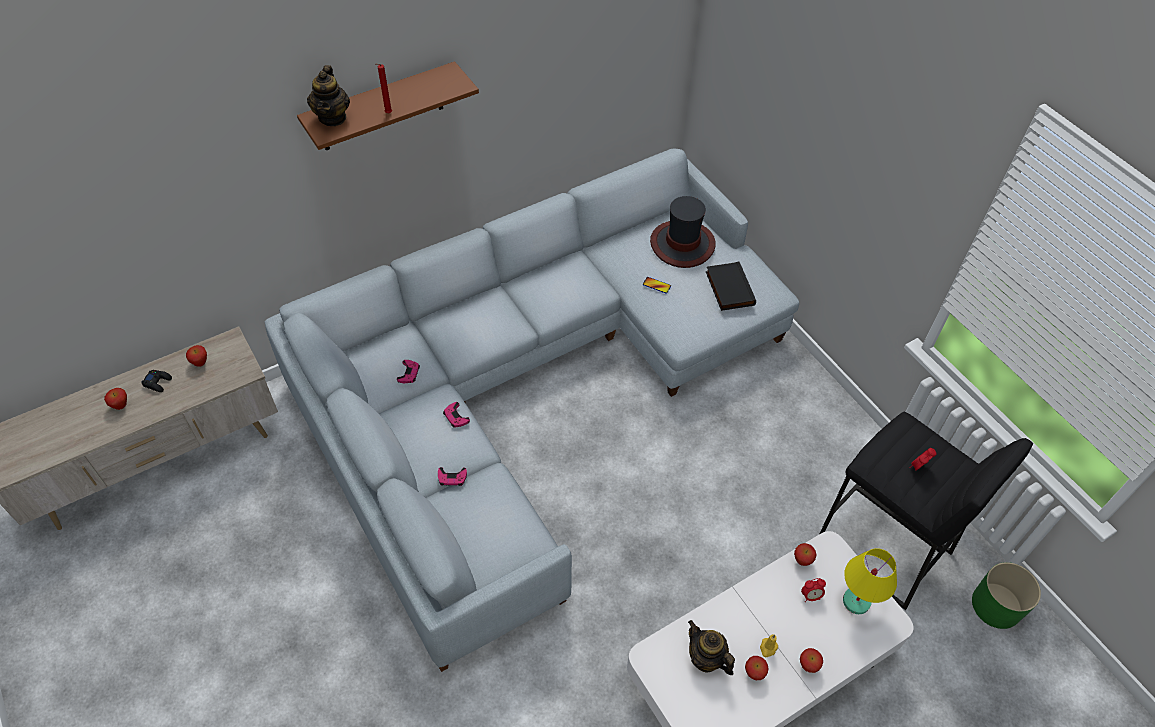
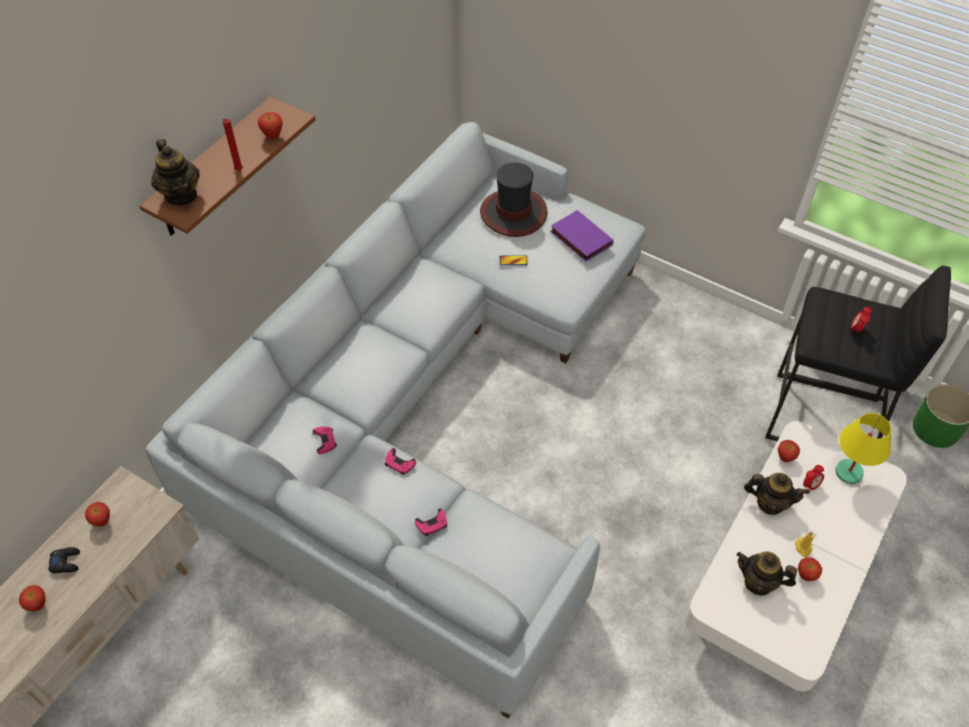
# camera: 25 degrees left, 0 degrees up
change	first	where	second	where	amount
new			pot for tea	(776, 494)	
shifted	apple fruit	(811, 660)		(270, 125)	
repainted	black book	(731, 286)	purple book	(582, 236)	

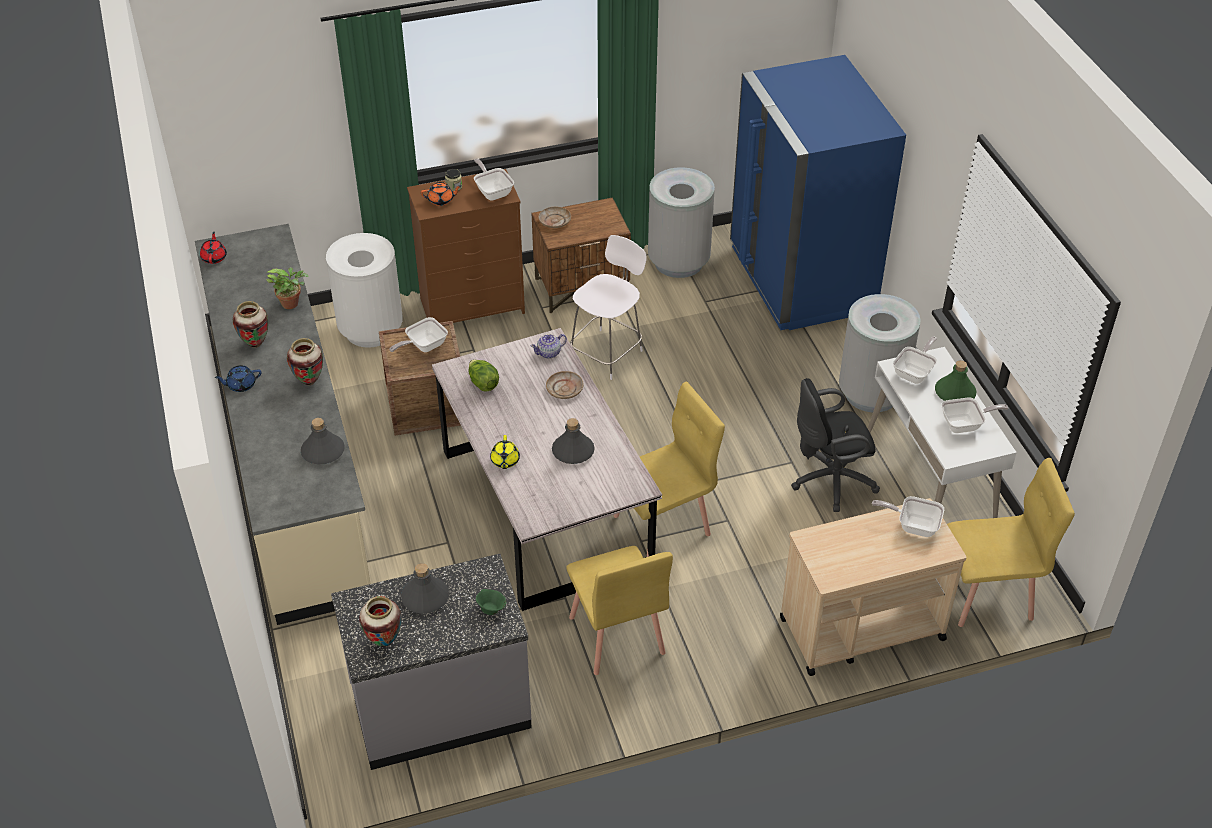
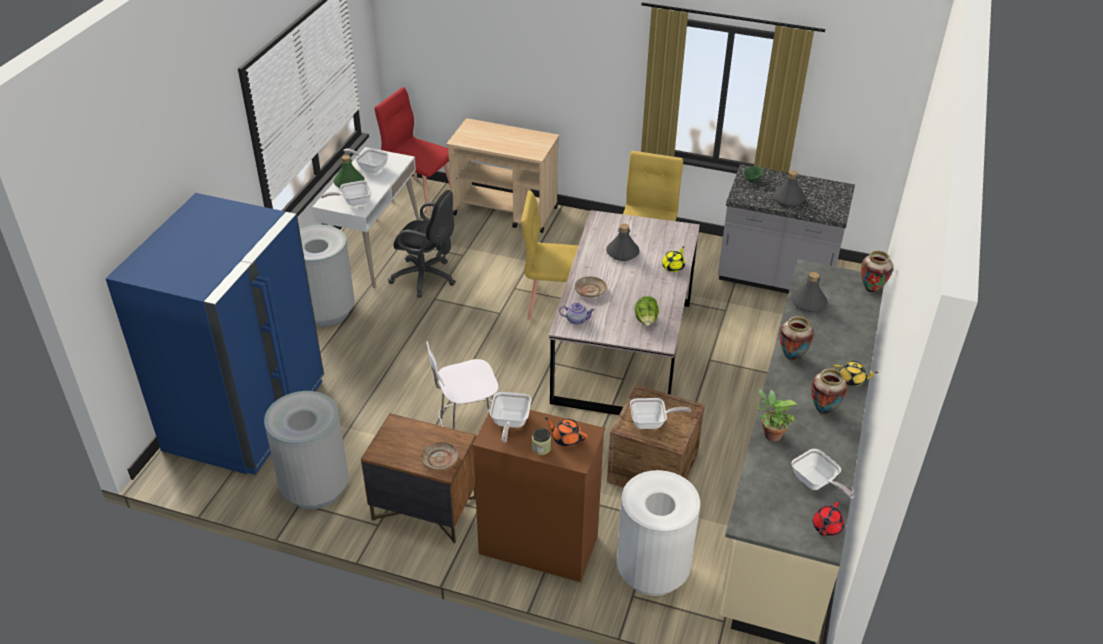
# camera: 145 degrees left, 5 degrees down
change	first	where	second	where	amount
shifted	flower vase	(380, 621)		(877, 272)	
shifted	skillet	(908, 516)		(822, 474)	
repainted	bluish pot for tea	(237, 378)	yellow pot for tea	(855, 373)	
repainted	yellow chair	(1011, 542)	reddish chair	(413, 150)	

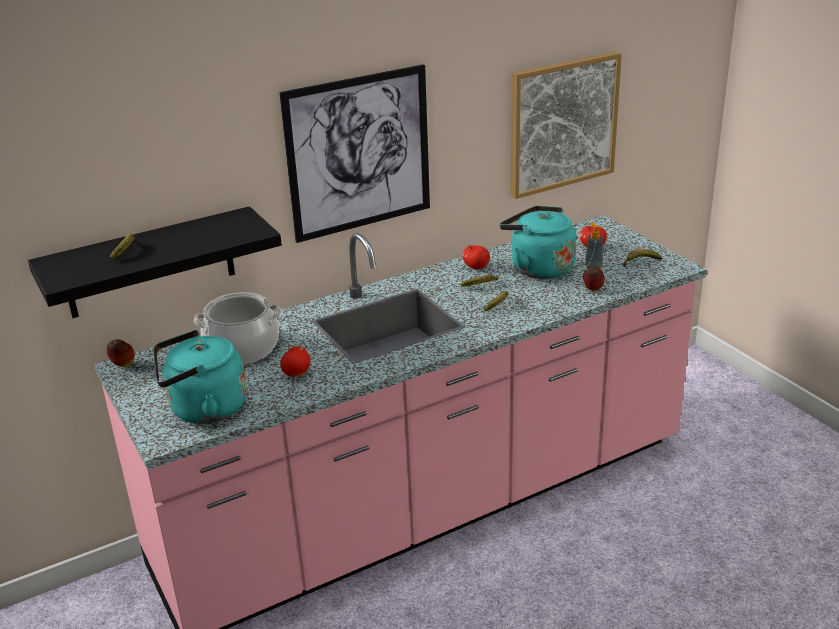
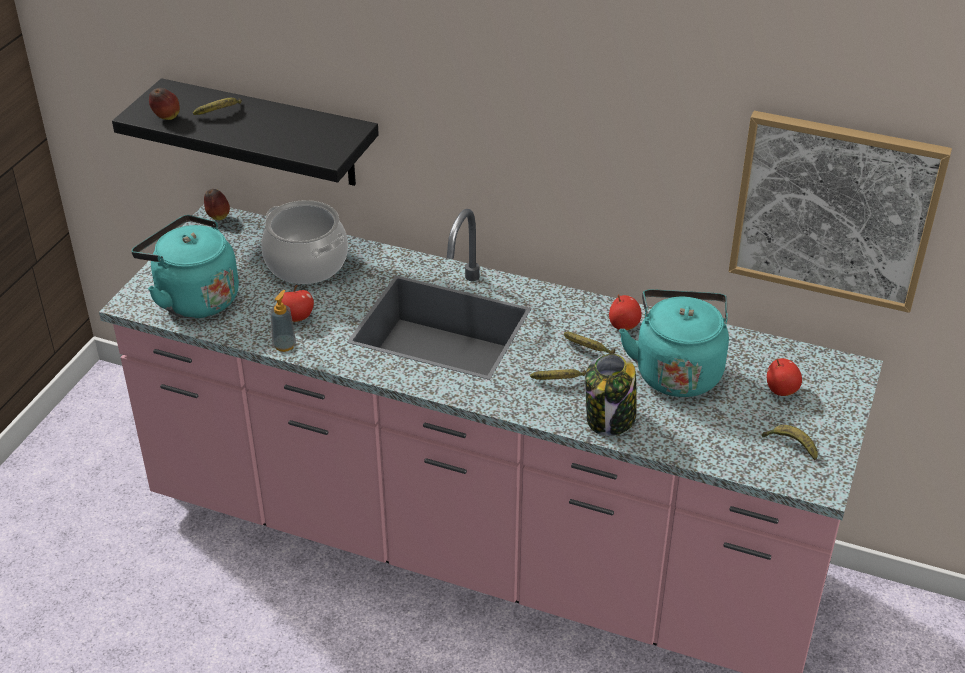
# camera: 50 degrees right, 10 degrees up
change	first	where	second	where	amount
gone	wall art	(354, 153)			
new			storage jar	(611, 395)	
shifted	apple fruit	(594, 278)		(164, 104)	
shifted	soap dispenser	(594, 245)		(283, 321)	

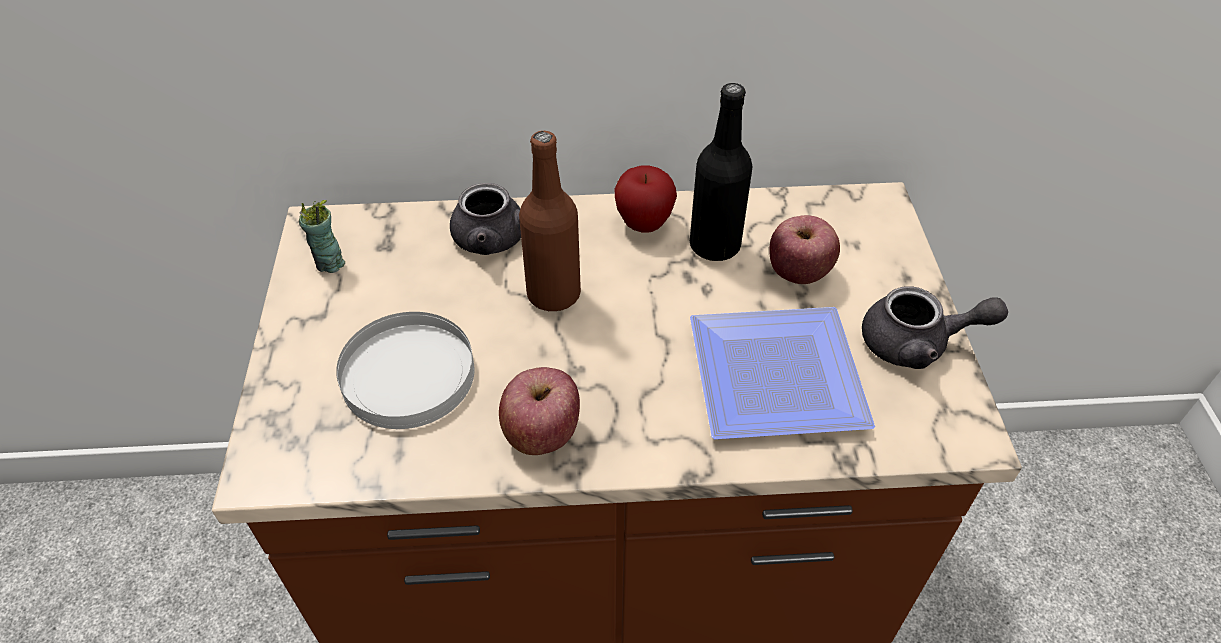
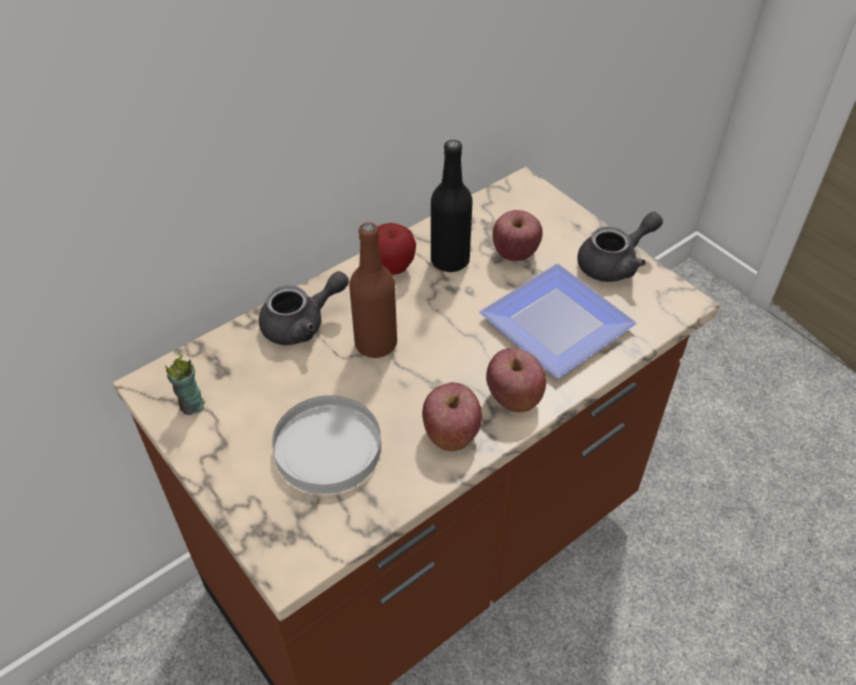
# camera: 35 degrees left, 0 degrees up
change	first	where	second	where	amount
new			apple fruit	(516, 380)	

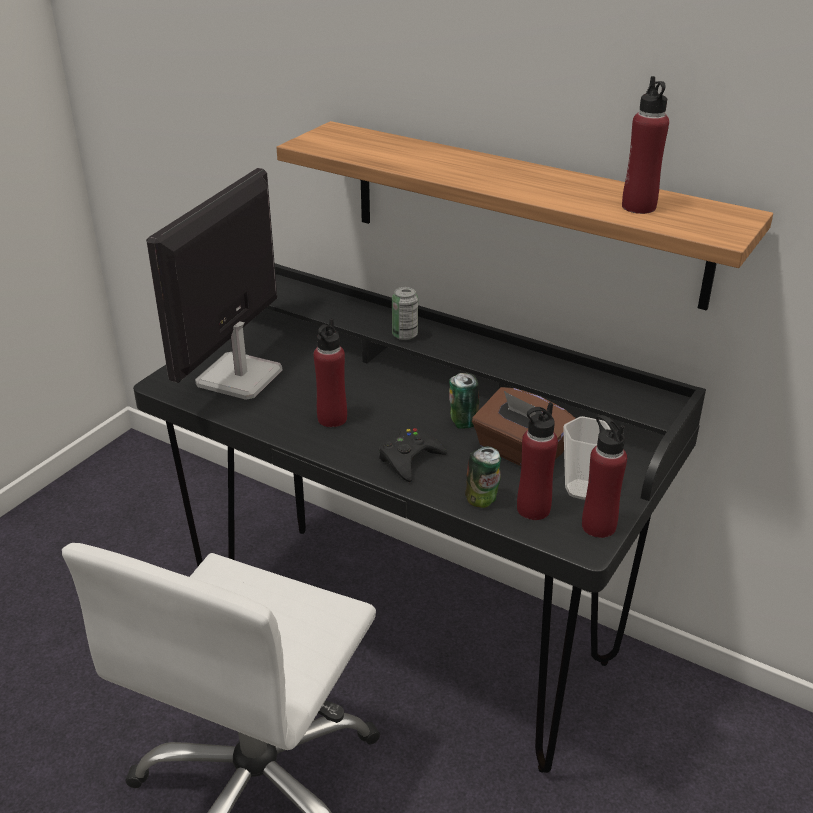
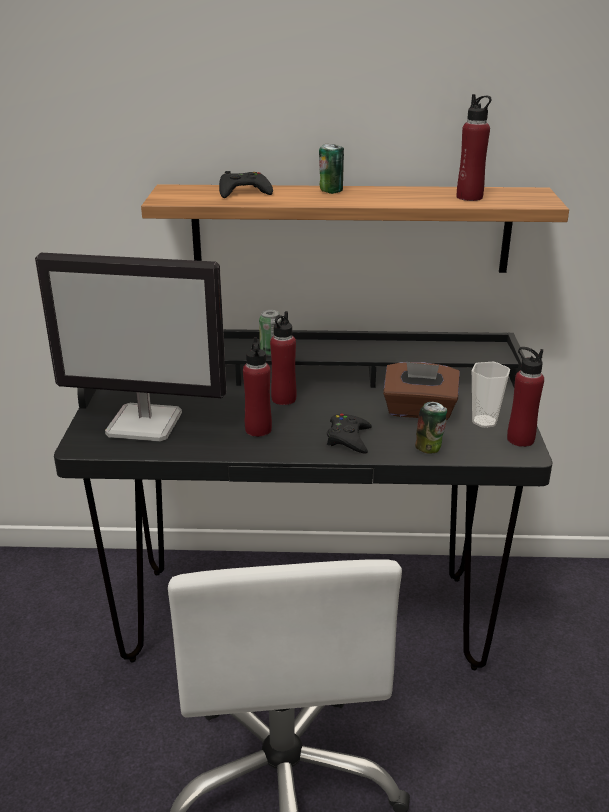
# camera: 30 degrees left, 5 degrees down
change	first	where	second	where	amount
new			black gamepad	(246, 184)	
shifted	sealed can	(464, 401)		(331, 169)	
shifted	reddish drink bottle	(537, 461)		(283, 358)	
rotated	monitor	(214, 284)		(130, 347)	75 degrees counterclockwise

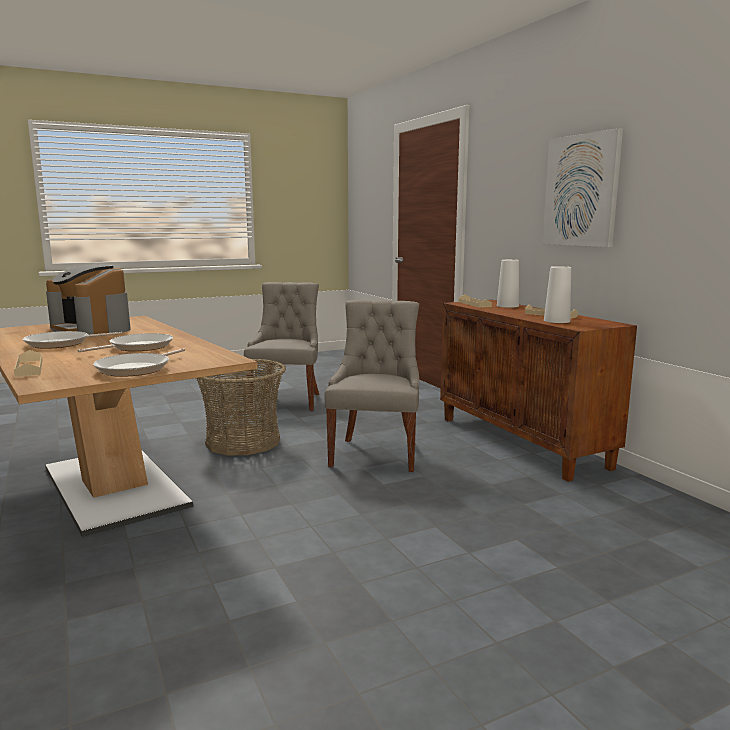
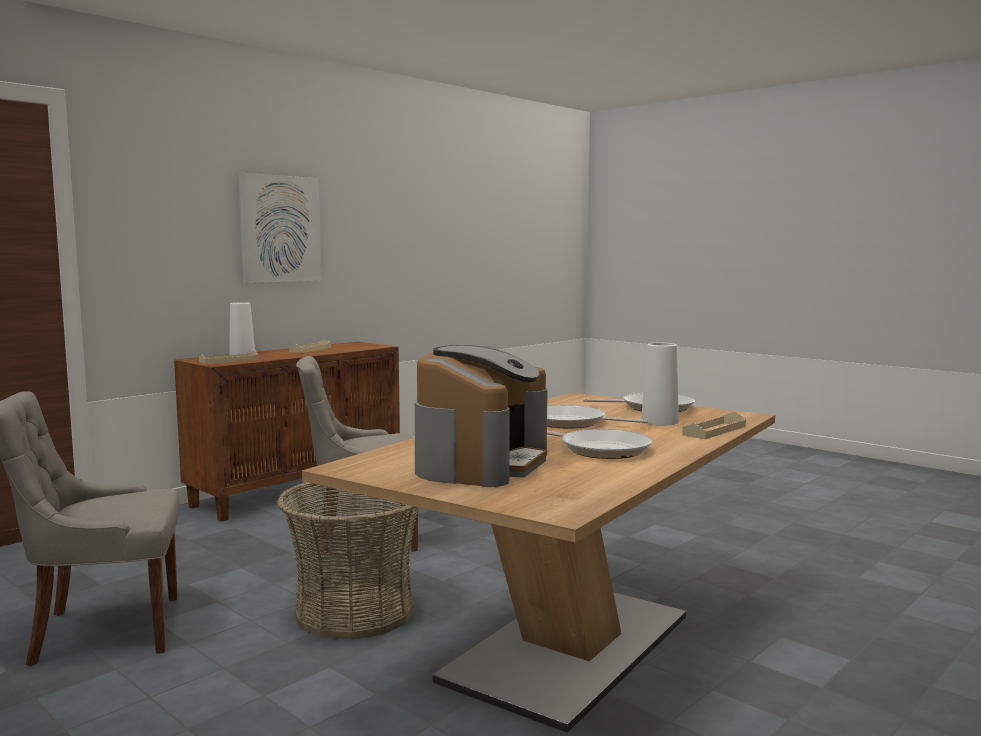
# camera: 110 degrees left, 5 degrees down
change	first	where	second	where	amount
shifted	white-coloured flower vase	(557, 294)		(660, 384)	

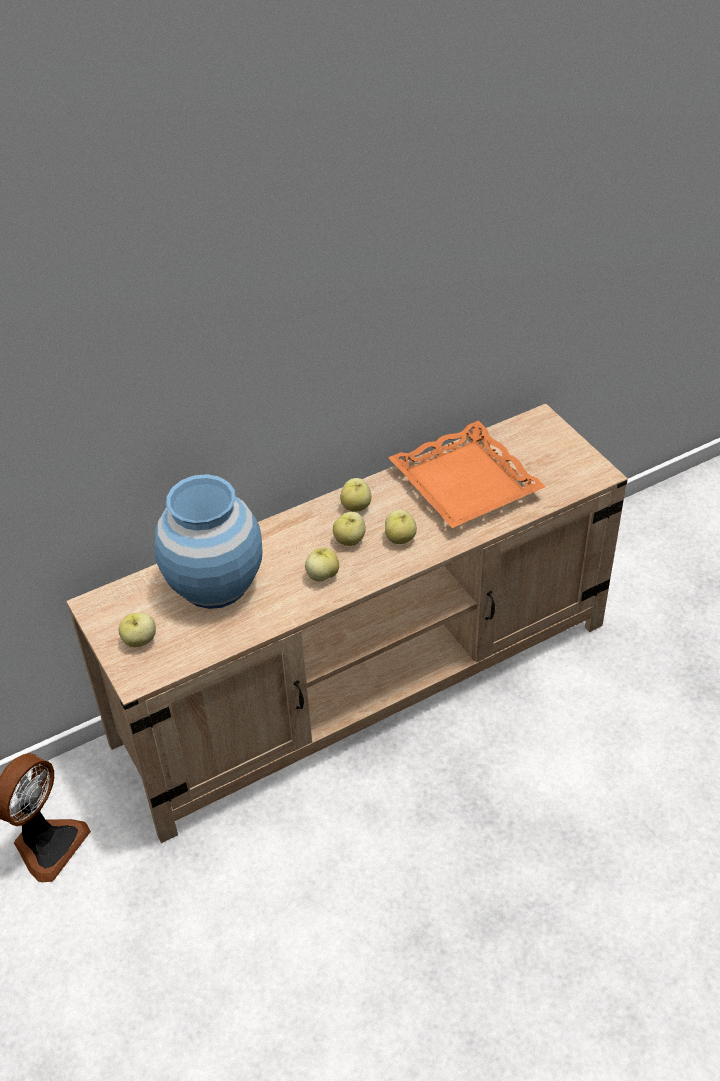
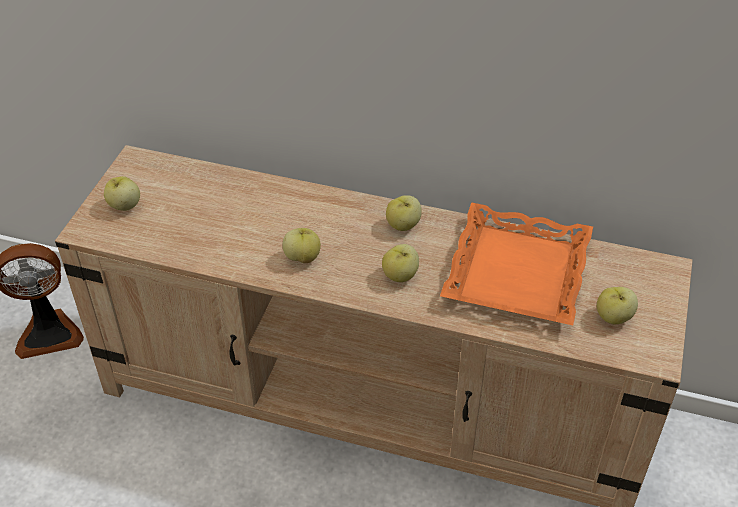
# camera: 45 degrees right, 0 degrees up
change	first	where	second	where	amount
gone	bluish flower vase	(208, 541)			
shifted	apple fruit	(349, 529)		(617, 305)	

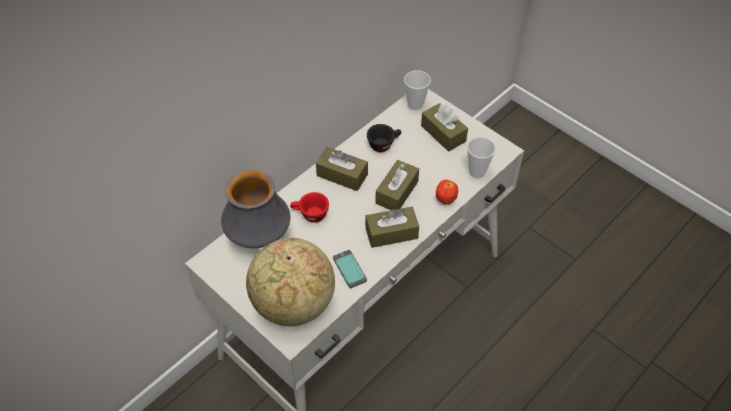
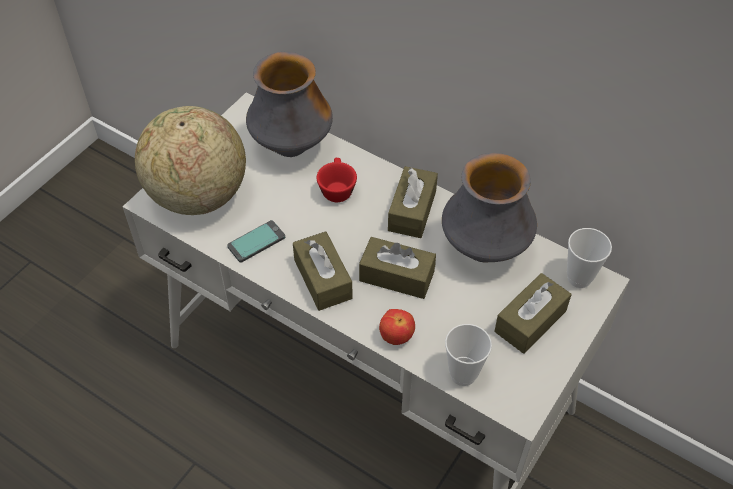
# camera: 80 degrees right, 0 degrees up
change	first	where	second	where	amount
swapped	black small cup	(384, 138)	flower vase	(489, 208)	

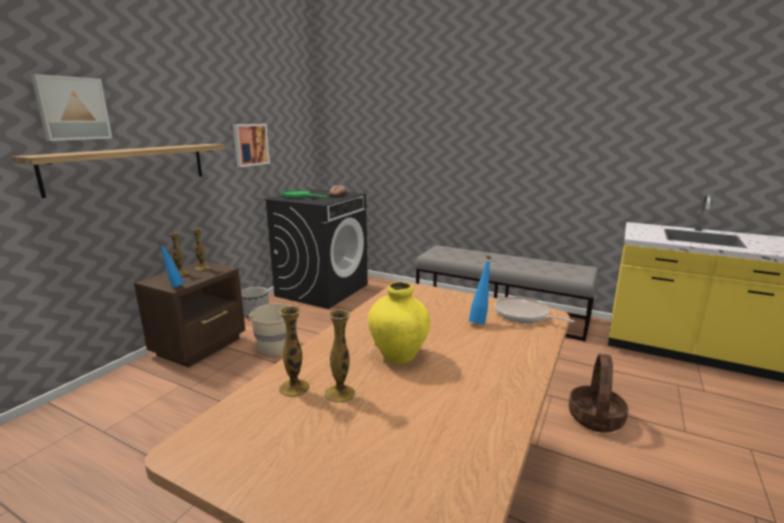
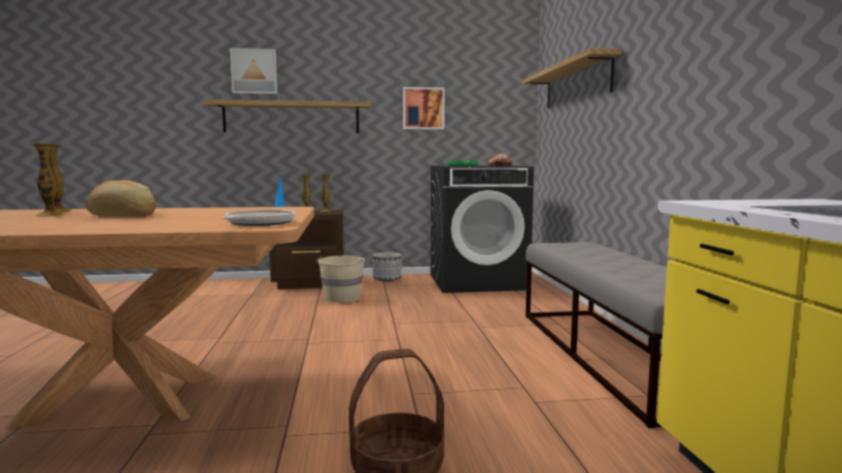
# camera: 55 degrees right, 10 degrees down
change	first	where	second	where	amount
gone	bluish drink bottle	(480, 290)			
new			shelf	(572, 78)	
swapped	yellow flower vase	(399, 323)	bakery bread	(121, 198)	

